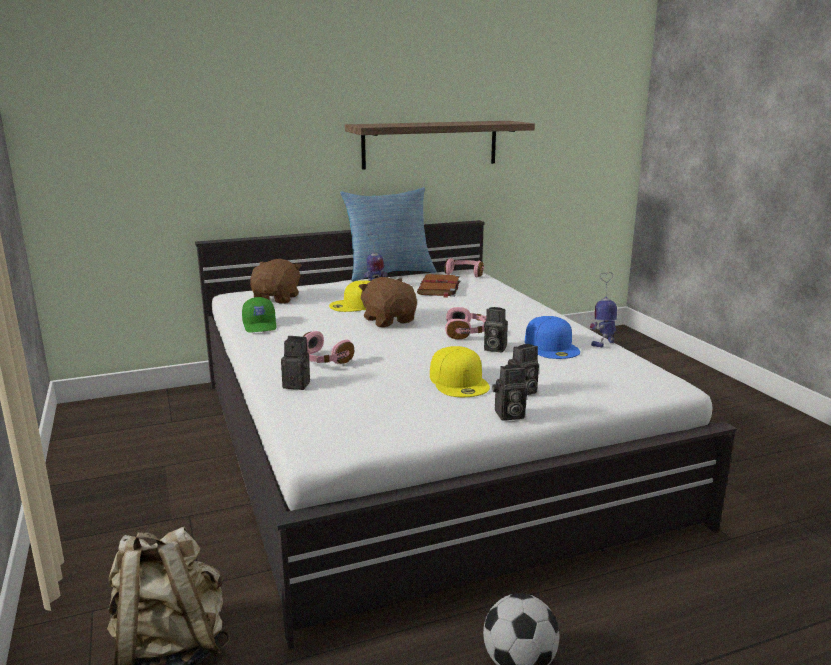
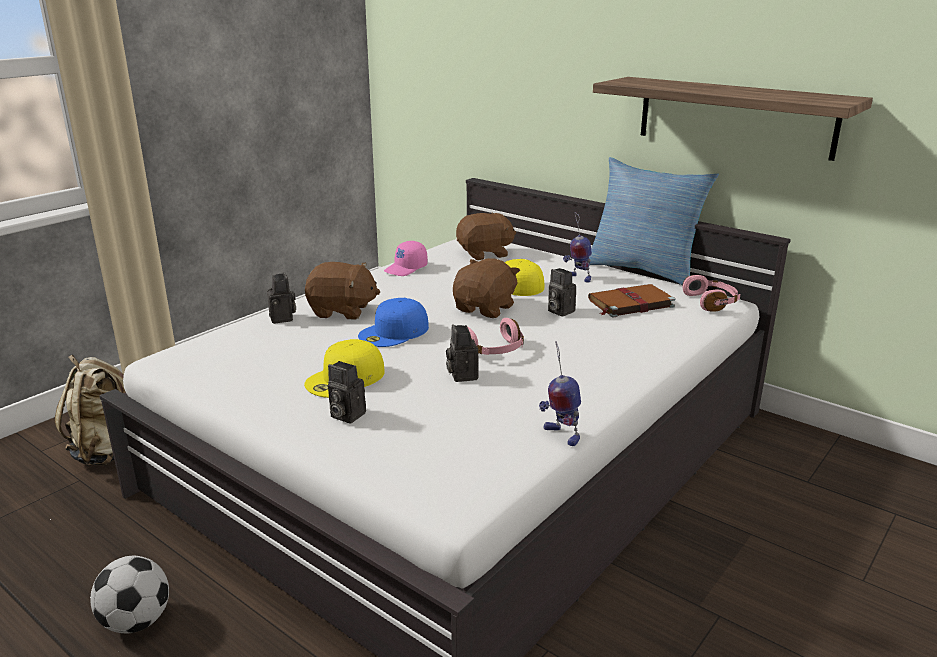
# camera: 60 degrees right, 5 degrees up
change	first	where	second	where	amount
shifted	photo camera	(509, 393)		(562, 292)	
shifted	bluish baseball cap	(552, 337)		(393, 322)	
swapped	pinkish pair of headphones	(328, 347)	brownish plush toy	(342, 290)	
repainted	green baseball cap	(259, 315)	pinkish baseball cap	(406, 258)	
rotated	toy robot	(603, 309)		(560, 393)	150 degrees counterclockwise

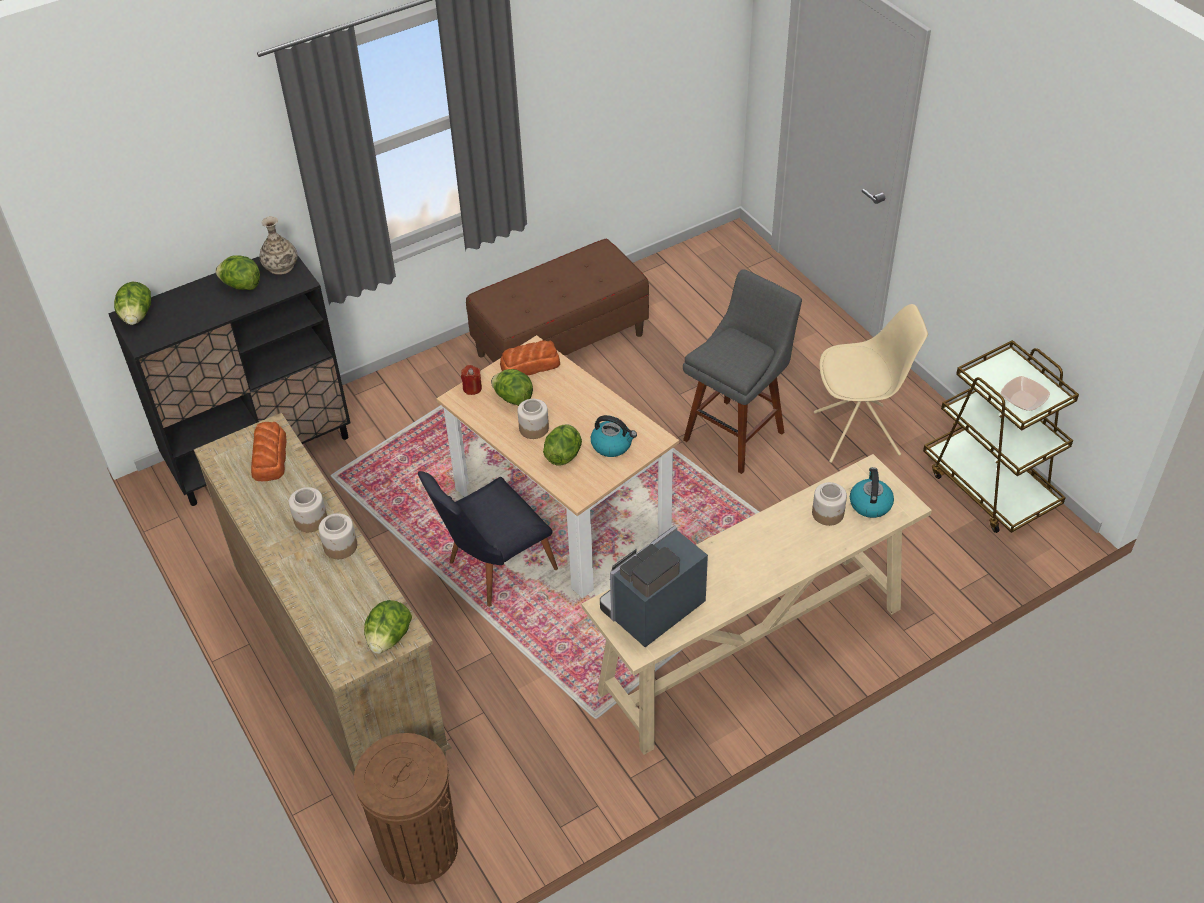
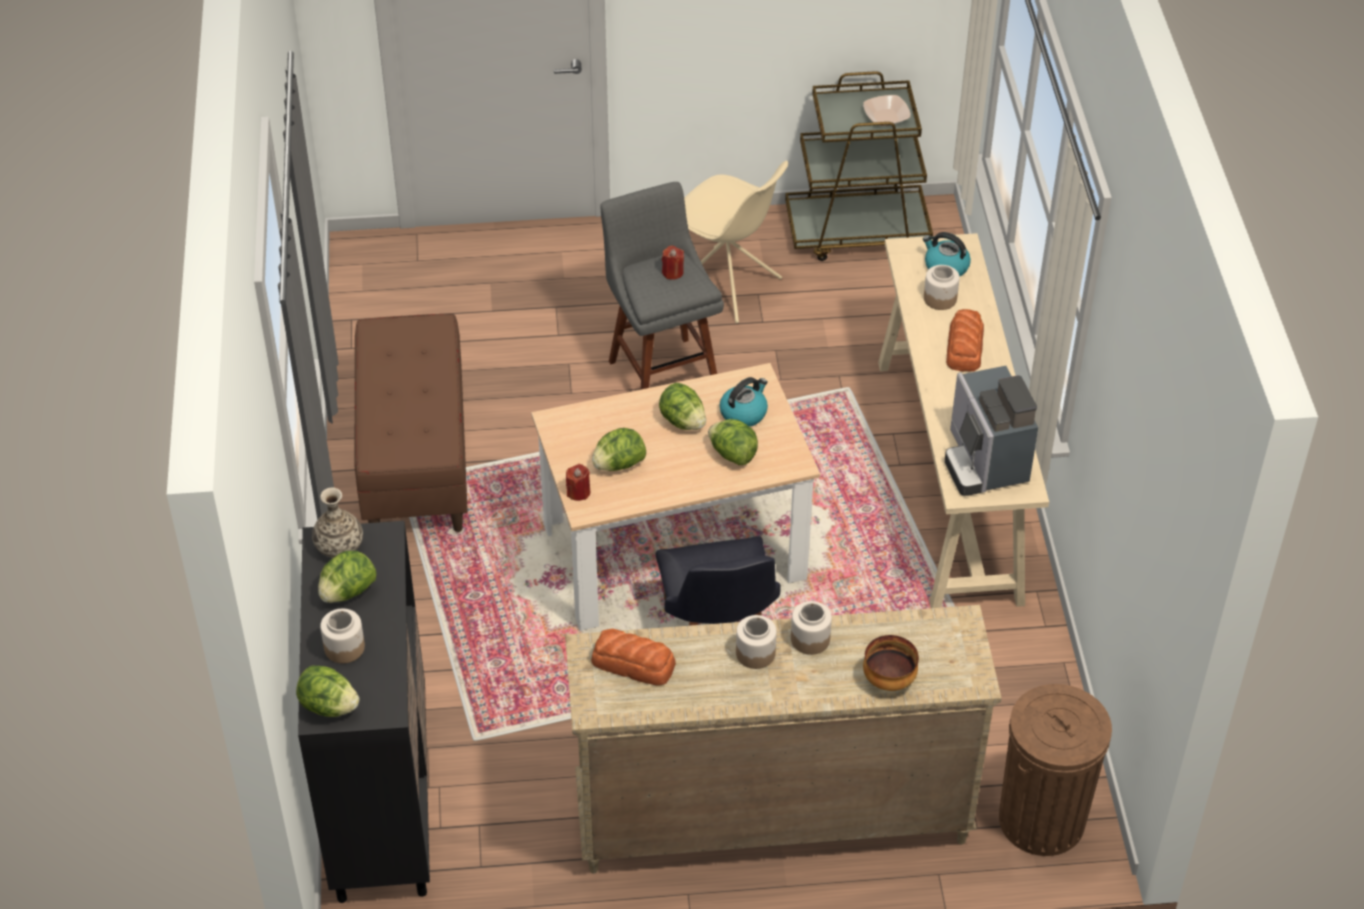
# camera: 65 degrees left, 0 degrees up
change	first	where	second	where	amount
new			reddish candle	(673, 263)	
new			deep dish	(891, 663)	
shifted	lettuce	(388, 627)		(682, 406)	
shifted	bakery bread	(530, 358)		(965, 340)	
shifted	storage jar	(533, 419)		(342, 636)	
rotated	sand-coloured chair	(871, 383)		(736, 242)	105 degrees clockwise

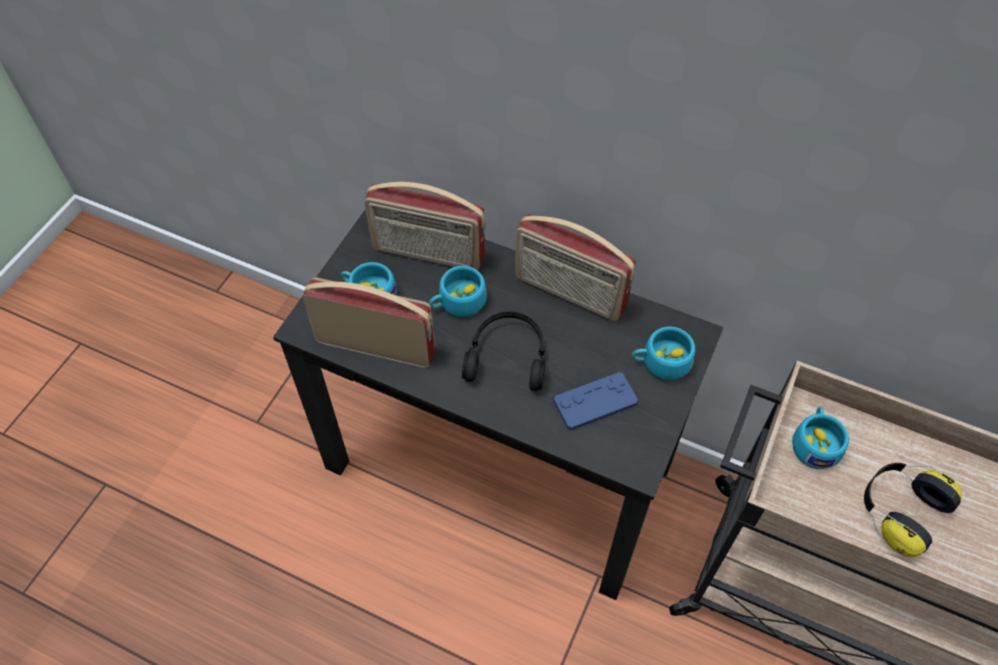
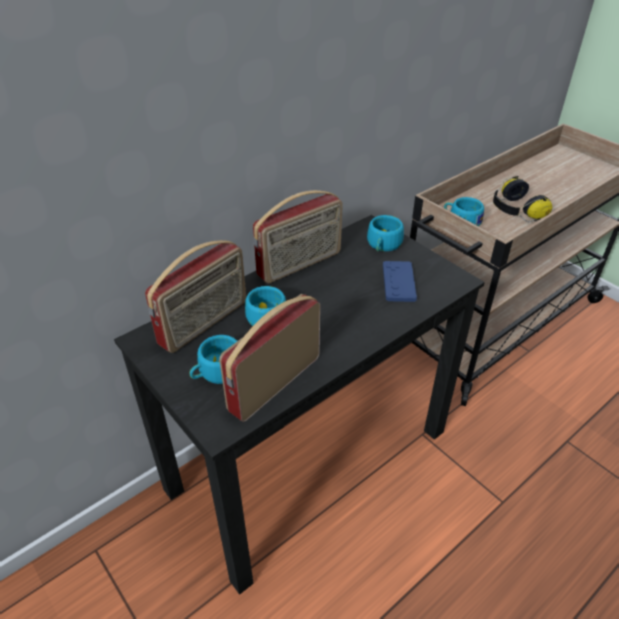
# camera: 65 degrees left, 15 degrees down
change	first	where	second	where	amount
gone	black pair of headphones	(504, 351)			

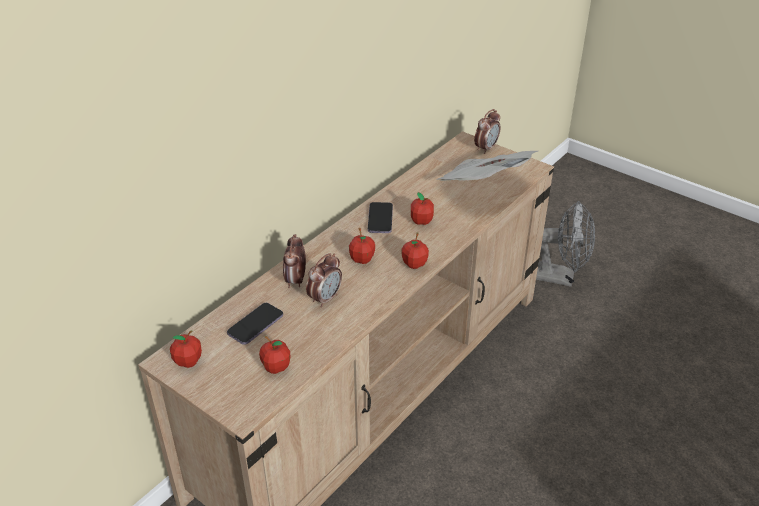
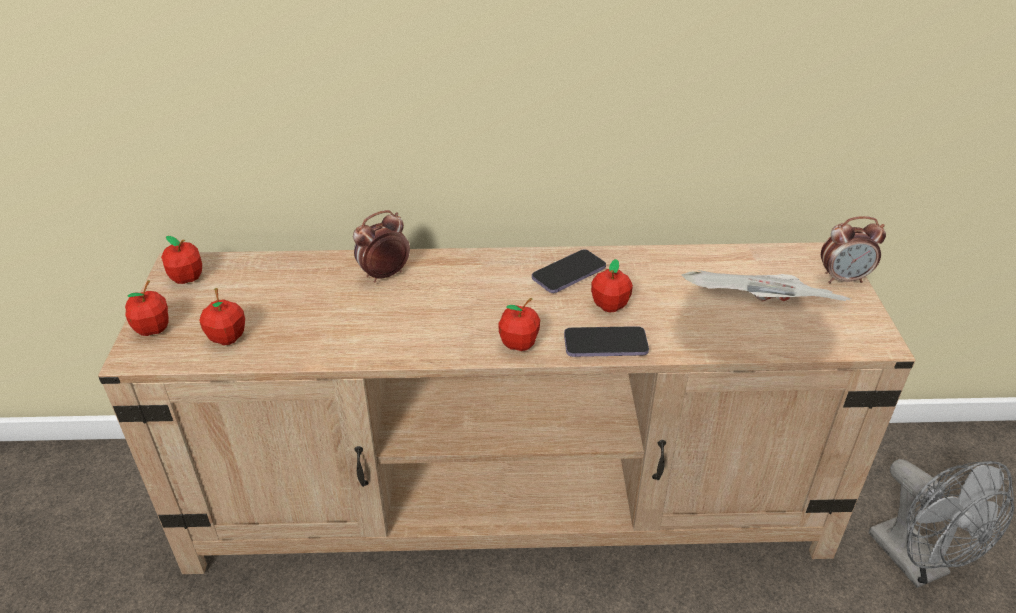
# camera: 50 degrees right, 0 degrees up
change	first	where	second	where	amount
gone	bedside clock	(324, 280)			
shifted	telephone	(255, 324)		(606, 341)	
shifted	apple fruit	(362, 246)		(146, 308)	

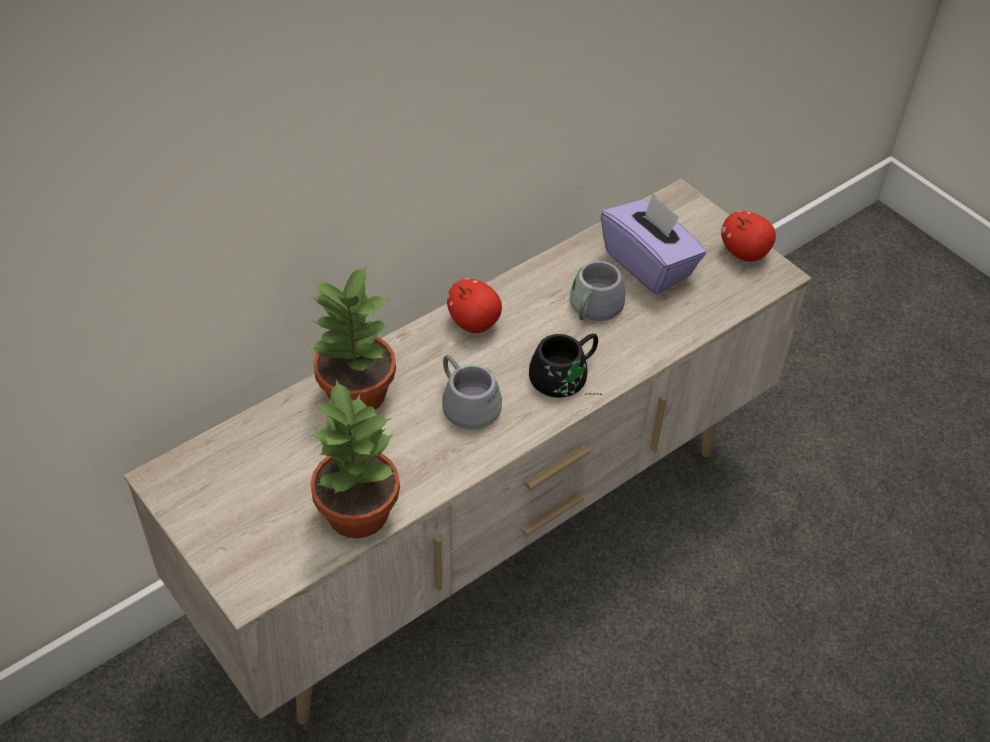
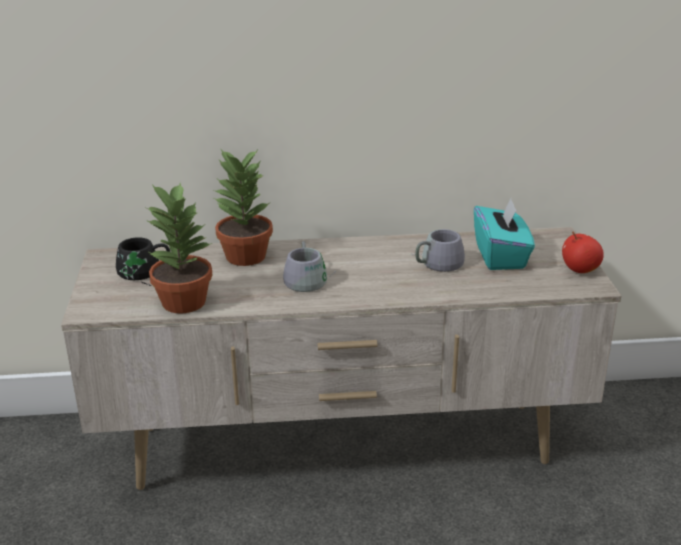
# camera: 35 degrees right, 20 degrees down
change	first	where	second	where	amount
gone	apple fruit	(474, 305)			
shifted	black mug	(565, 365)		(143, 261)	
repainted	purple tissue holder	(653, 243)	turquoise tissue holder	(504, 234)	

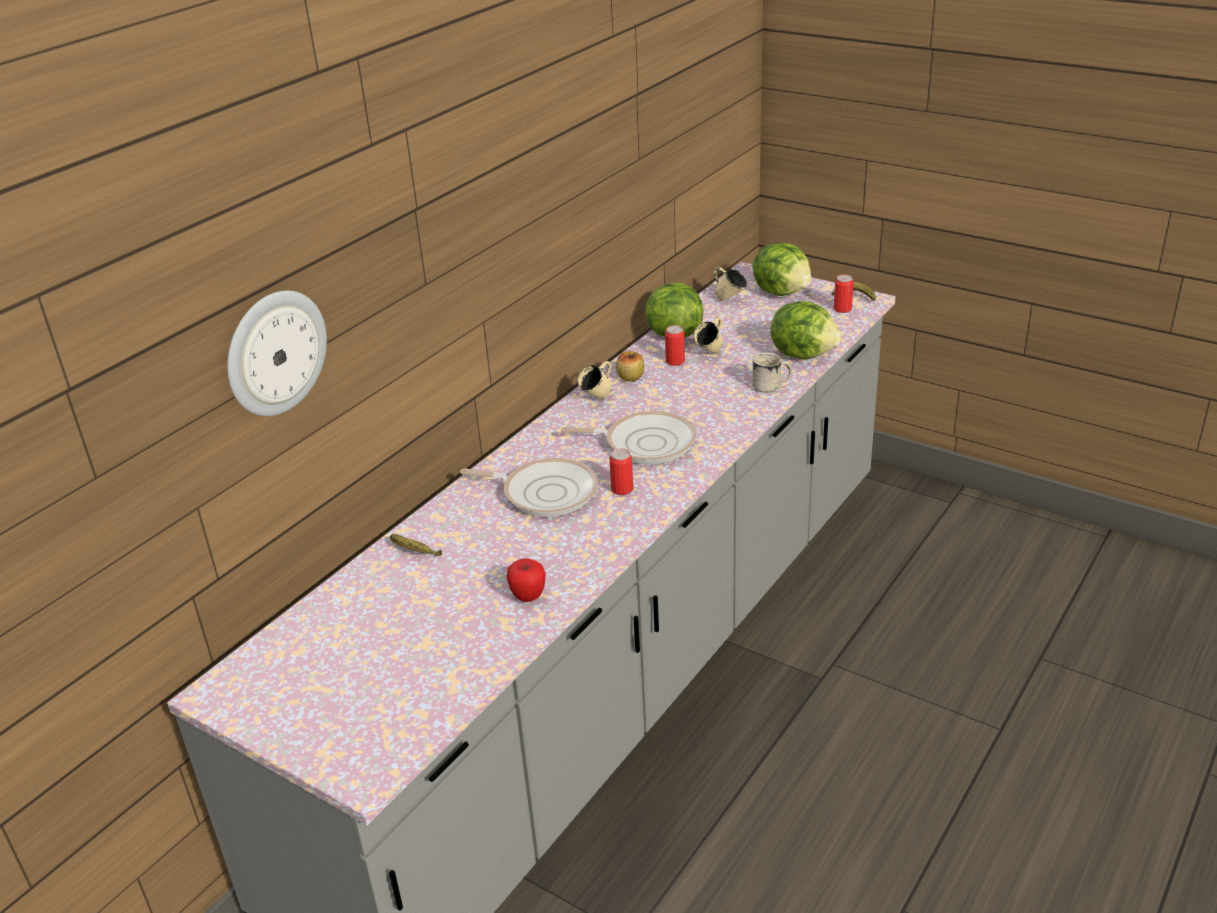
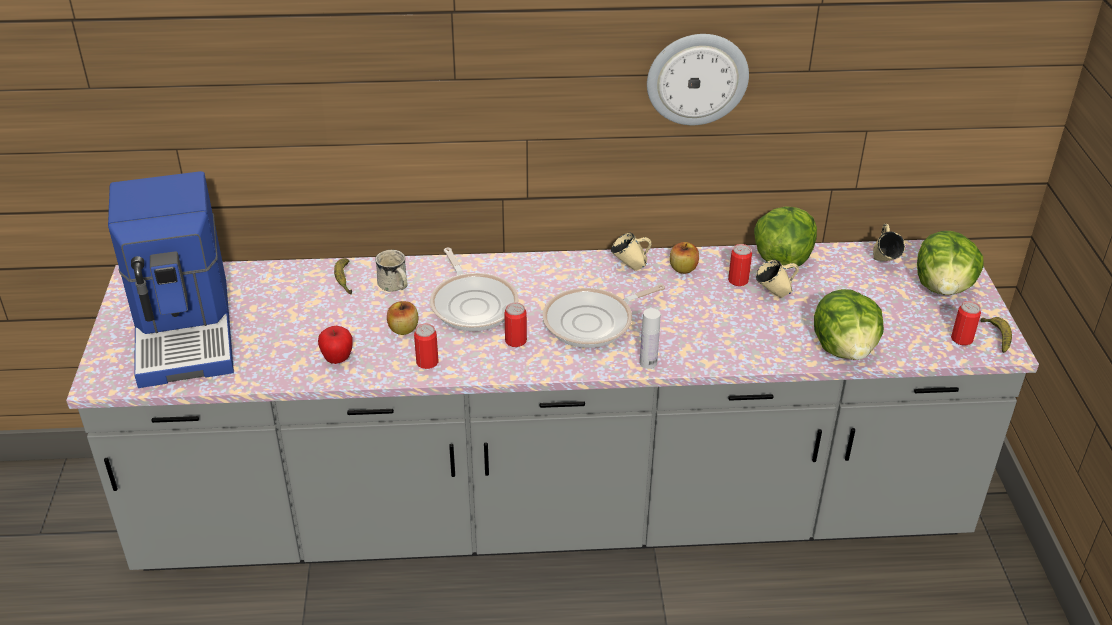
# camera: 50 degrees right, 5 degrees up
change	first	where	second	where	amount
new			coffee machine	(171, 279)	
new			apple fruit	(402, 318)	
new			sealed can	(426, 346)	
new			white-coloured drink bottle	(650, 338)	
shifted	wall clock	(277, 353)		(698, 79)	
shifted	white-coloured mug	(771, 372)		(391, 271)	
rotated	skillet	(628, 437)		(604, 316)	90 degrees clockwise

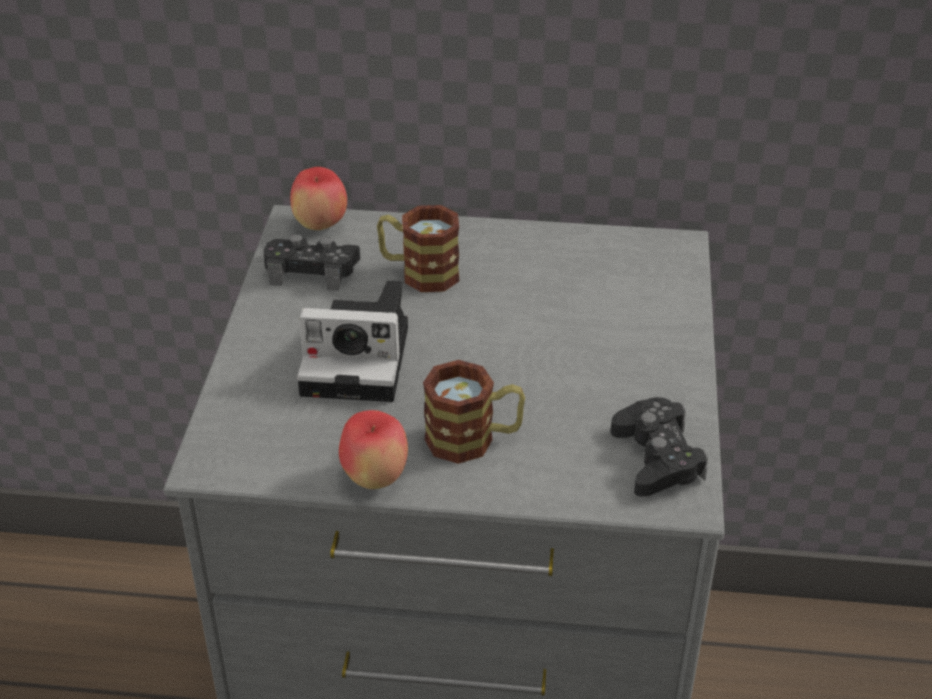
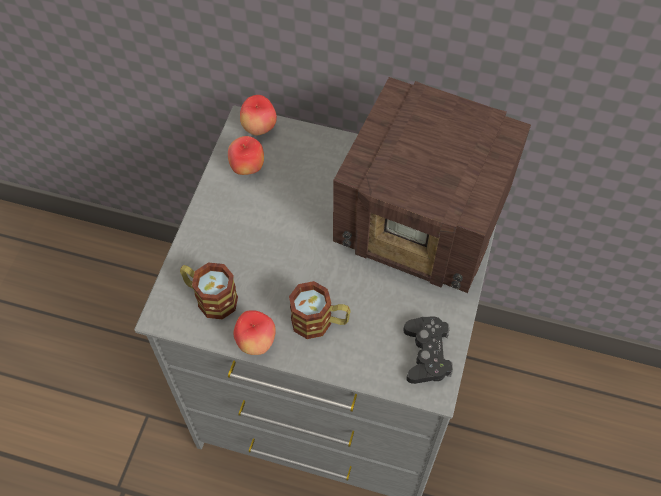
# camera: 10 degrees right, 20 degrees up
change	first	where	second	where	amount
gone	photo camera	(352, 341)			
new			radio	(432, 185)	
shifted	mug	(418, 248)		(209, 290)	
swapped	black gamepad	(312, 262)	apple fruit	(246, 155)	

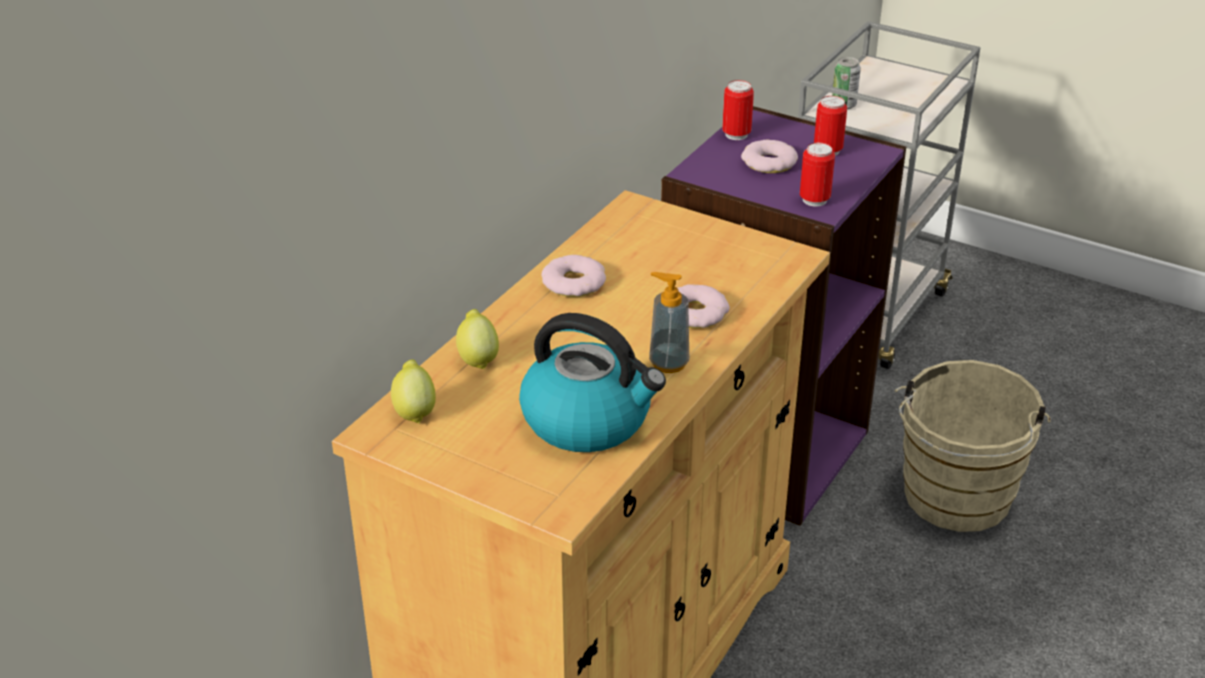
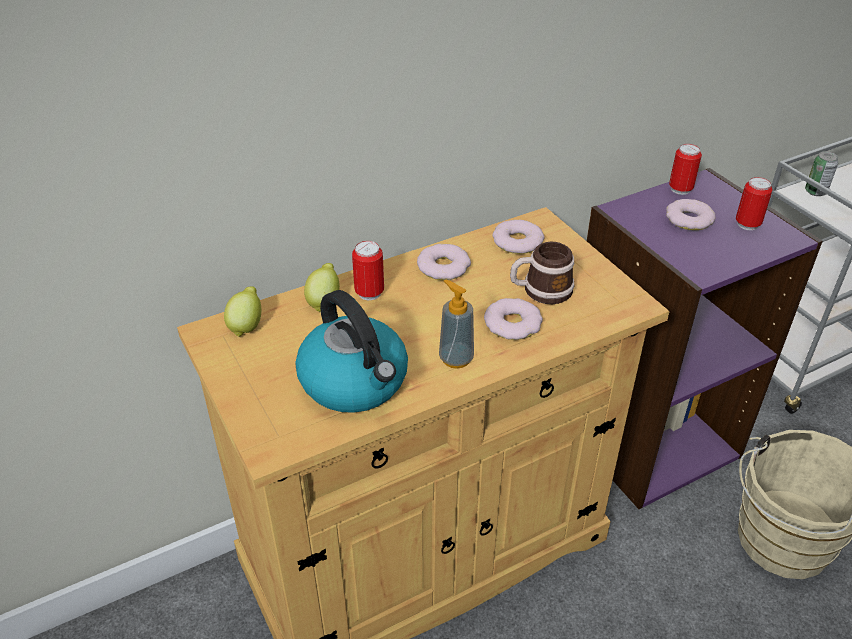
# camera: 30 degrees right, 5 degrees up
change	first	where	second	where	amount
new			ring doughnut	(518, 237)	
new			mug	(542, 273)	
shifted	sealed can	(817, 174)		(368, 270)	

